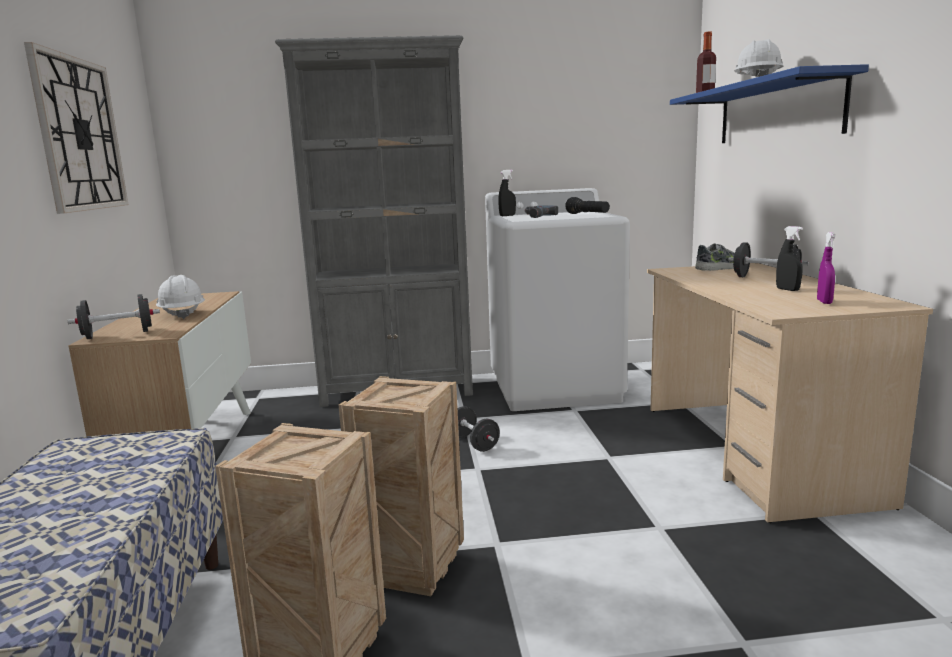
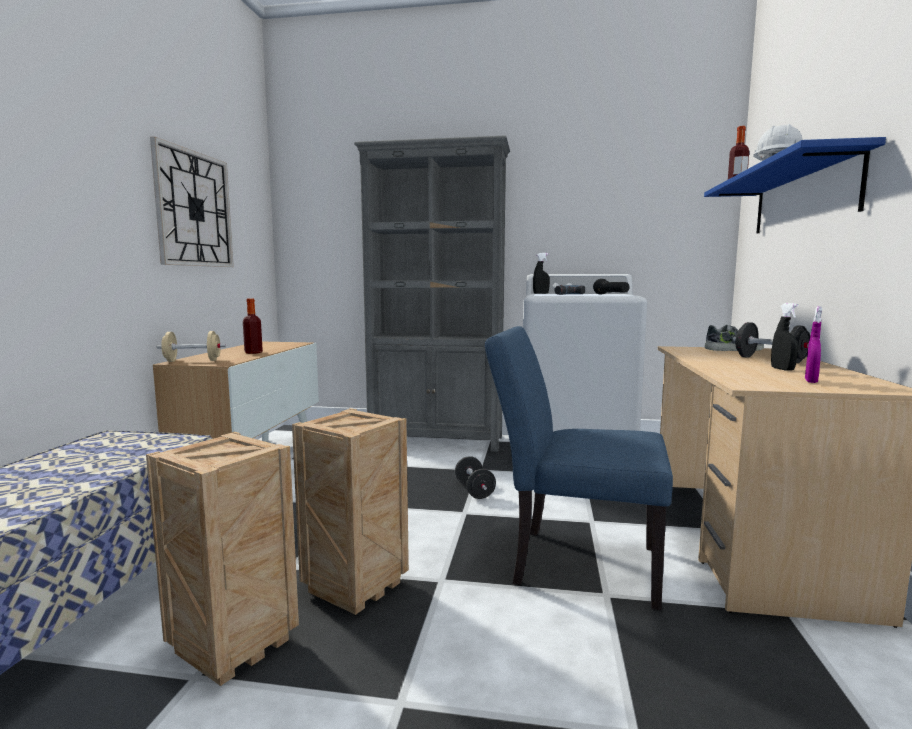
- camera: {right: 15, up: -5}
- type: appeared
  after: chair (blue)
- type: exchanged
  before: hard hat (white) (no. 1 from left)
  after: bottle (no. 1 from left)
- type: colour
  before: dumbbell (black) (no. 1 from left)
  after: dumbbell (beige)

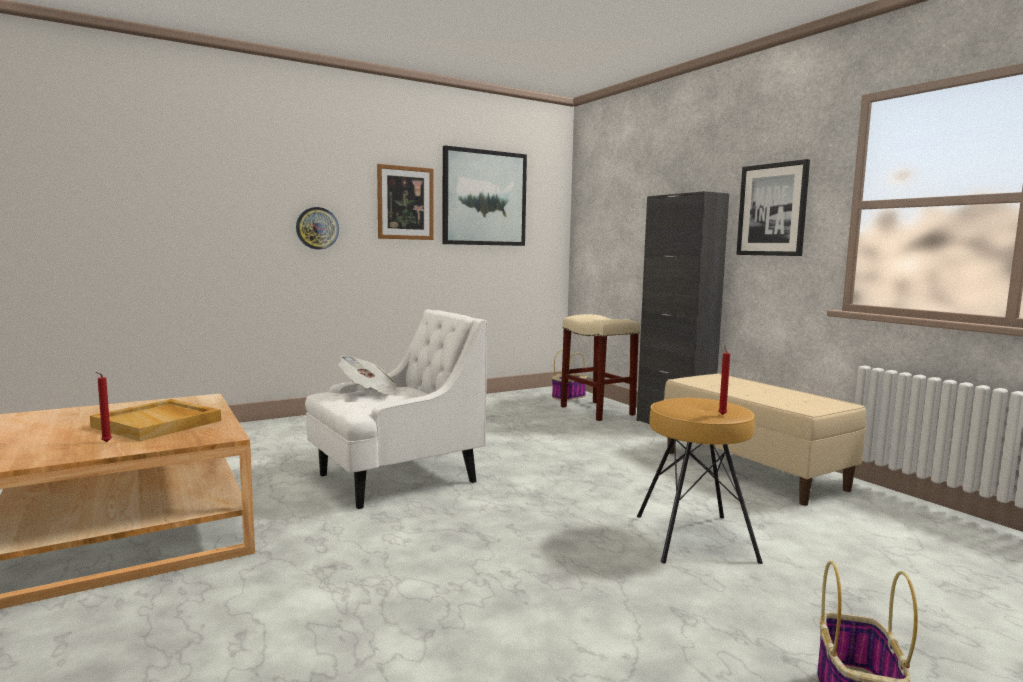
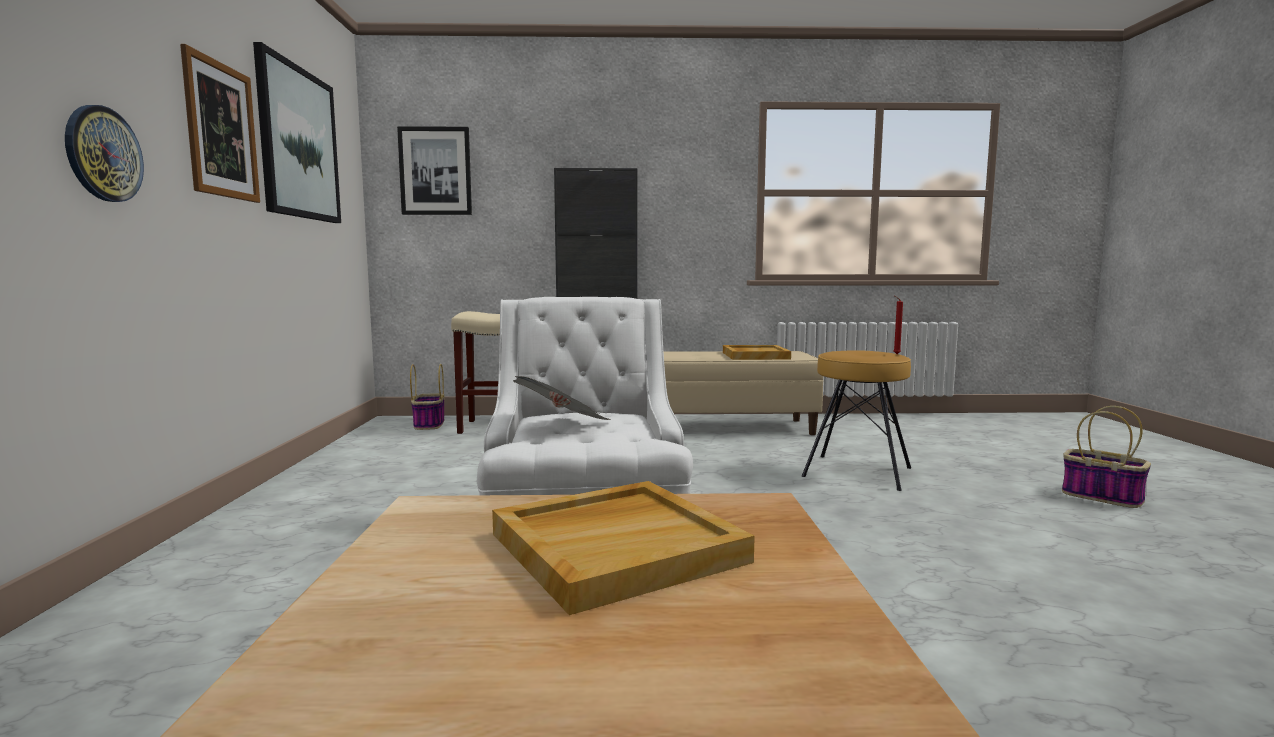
- camera: {right: -60, up: 0}
- type: missing
  before: candle (red) (no. 1 from left)
- type: appeared
  after: tray (beige) (no. 2 from left)
- type: relocated
  before: picture (no. 3 from left)

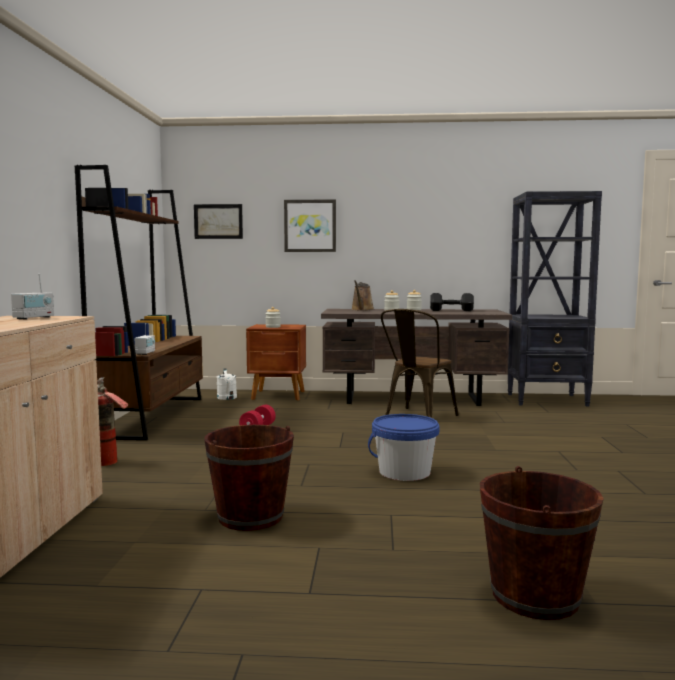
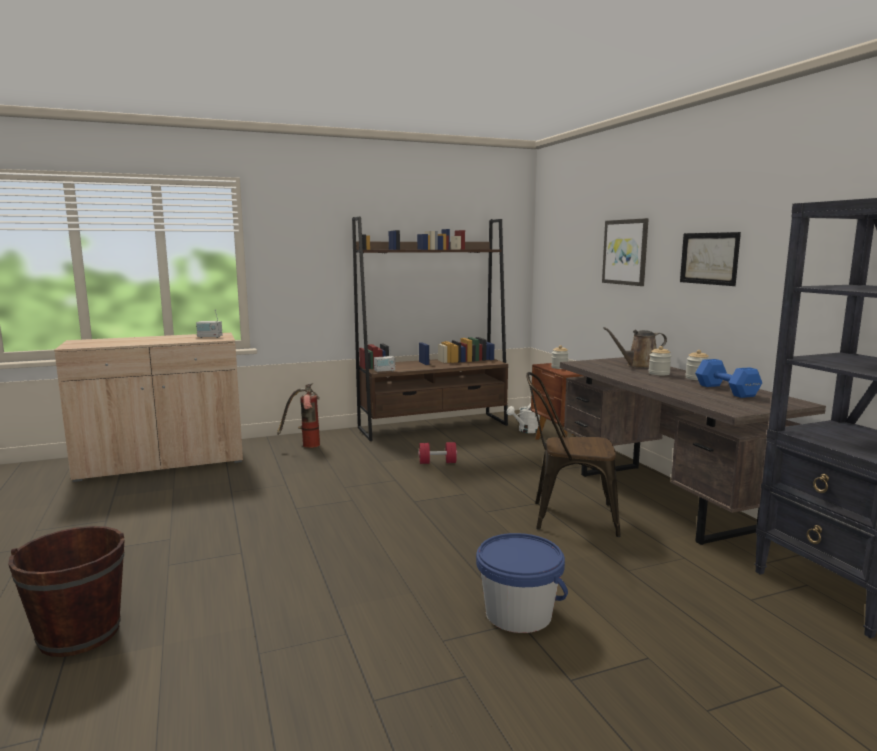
- camera: {right: 65, up: 5}
- type: missing
  before: bucket (brown) (no. 1 from left)
- type: relocated
  before: picture (no. 1 from left in the first image)
  after: picture (no. 2 from left)
- type: relocated
  before: bucket (blue)
- type: colour
  before: dumbbell (black)
  after: dumbbell (blue)

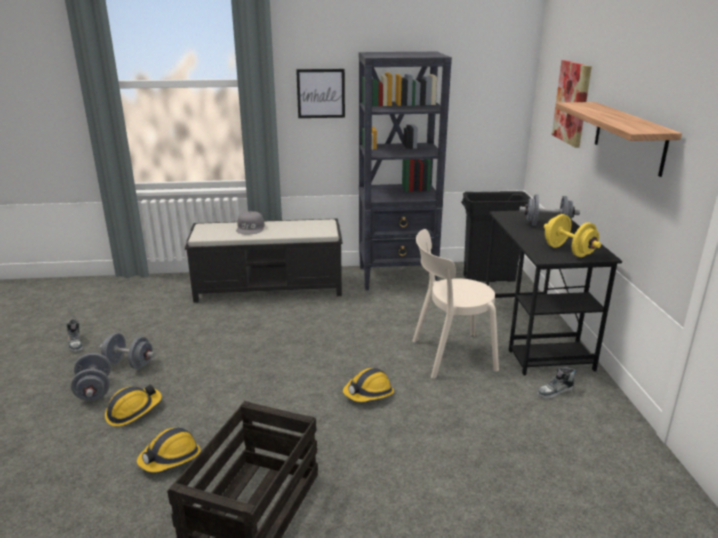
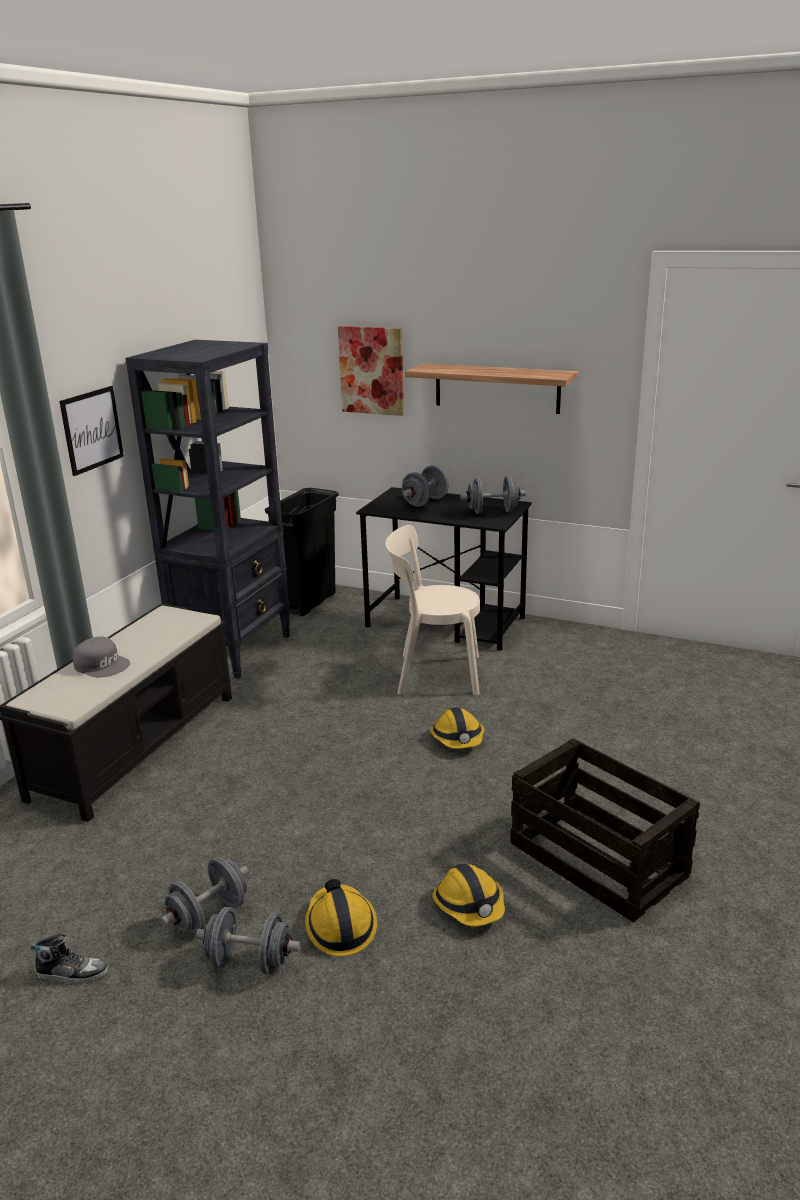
- camera: {right: -60, up: 0}
- type: missing
  before: shoe (no. 2 from left)
- type: colour
  before: dumbbell (yellow)
  after: dumbbell (grey) (no. 4 from left)
- type: spun
  before: chair (beige)
  turn: 75

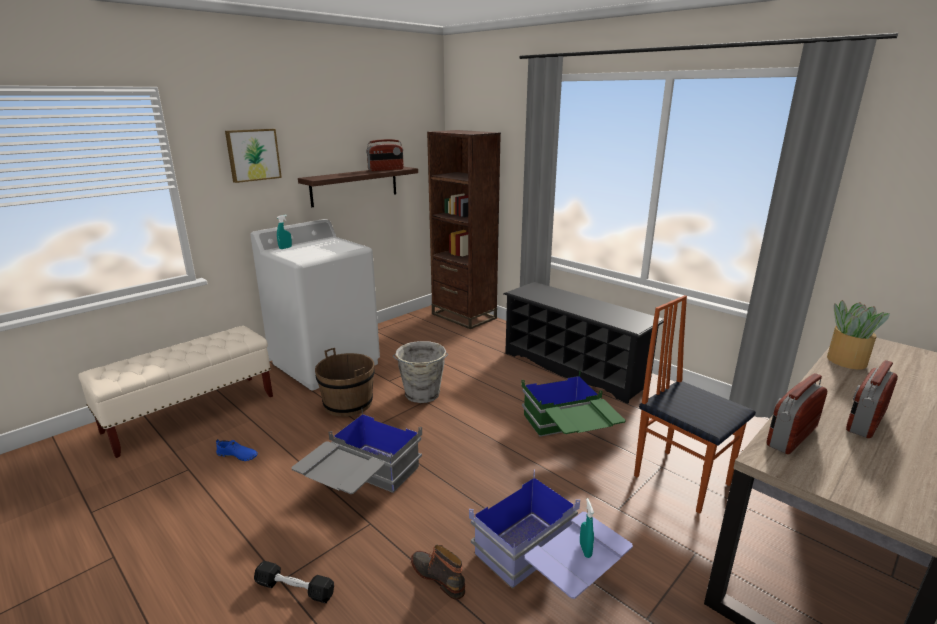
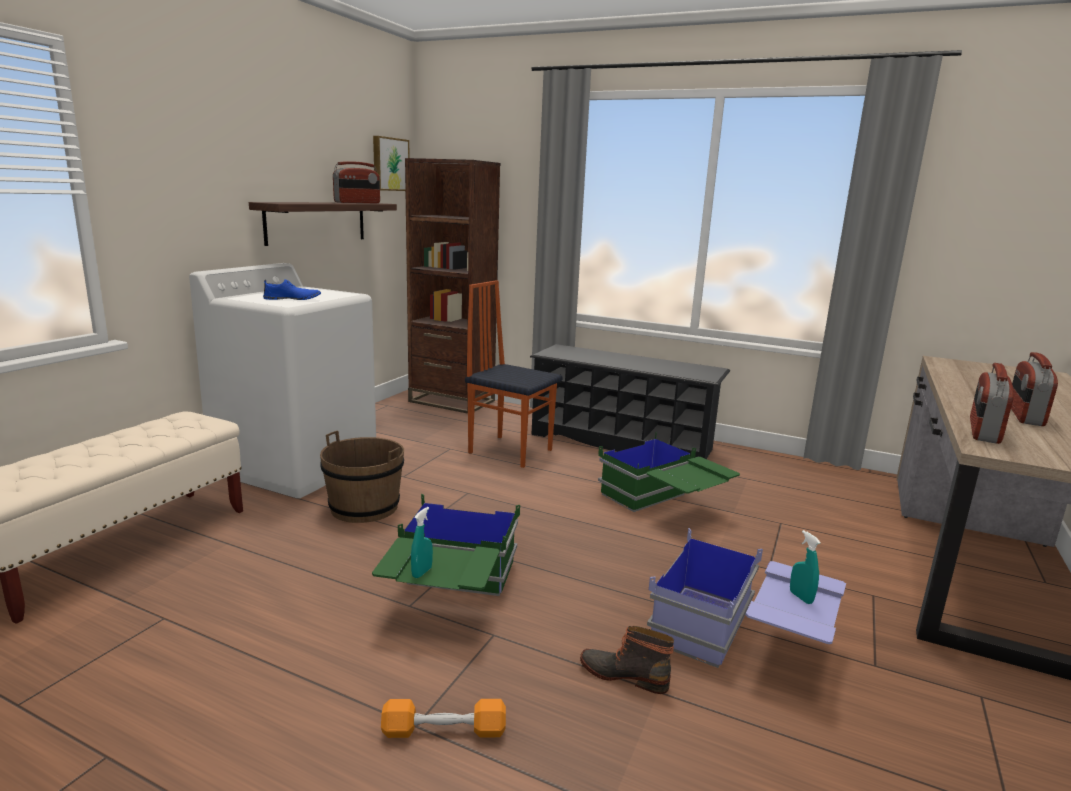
- camera: {right: -20, up: -5}
- type: missing
  before: bucket (grey)
- type: missing
  before: potted plant
- type: relocated
  before: shoe (blue)
- type: relocated
  before: picture
- type: relocated
  before: spray bottle (turquoise) (no. 1 from left)
- type: relocated
  before: chair
- type: colour
  before: dumbbell (black)
  after: dumbbell (orange)
- type: colour
  before: storage box (grey)
  after: storage box (green) (no. 1 from left)

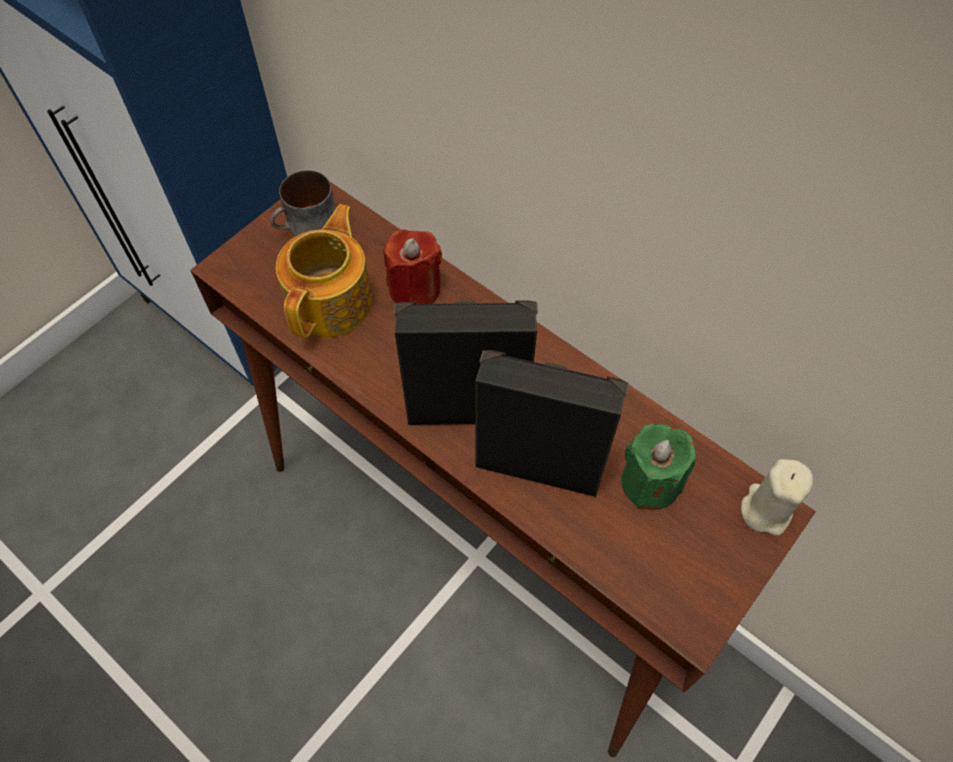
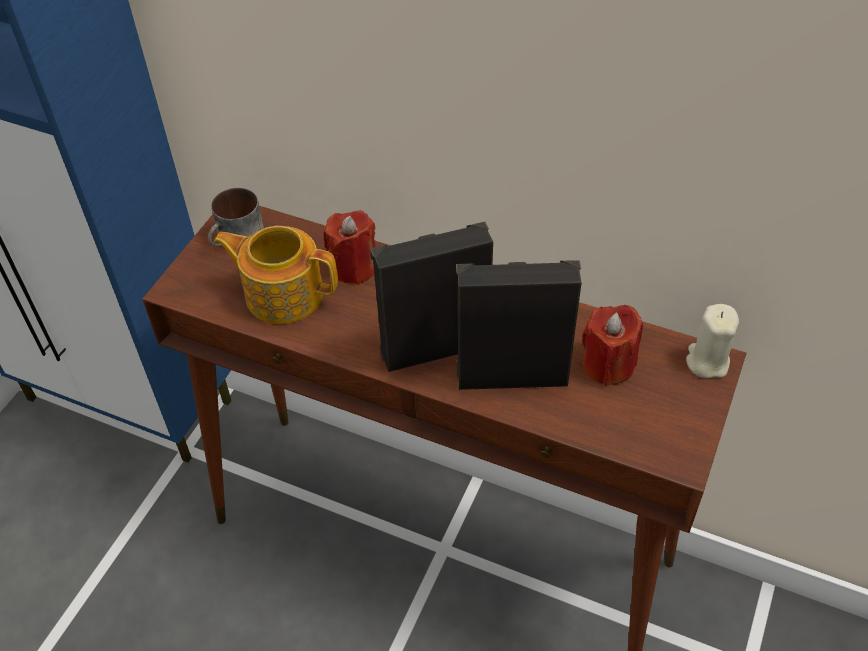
- camera: {right: -15, up: -10}
- type: colour
  before: candle (green)
  after: candle (red) (no. 2 from left)
- type: spun
  before: teapot
  turn: -75

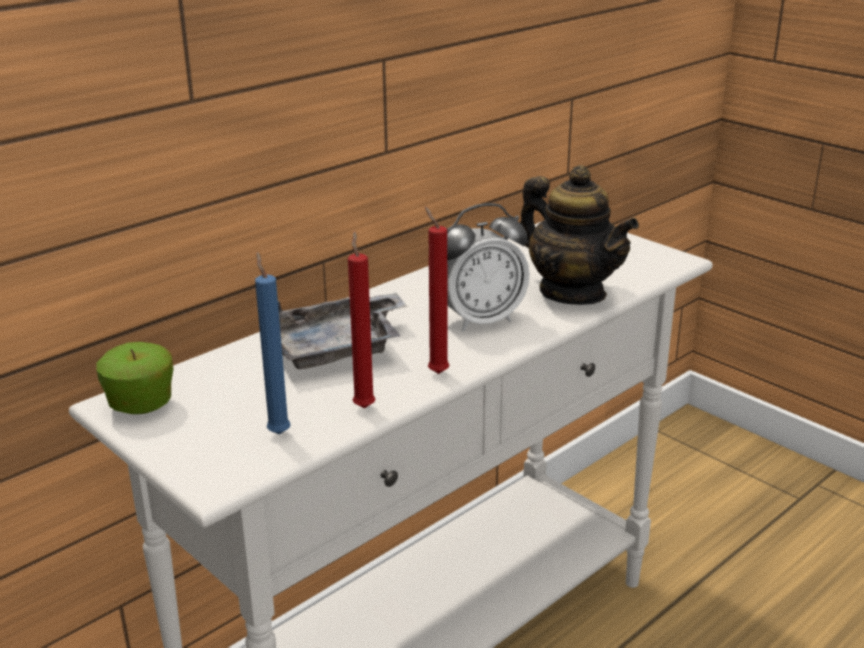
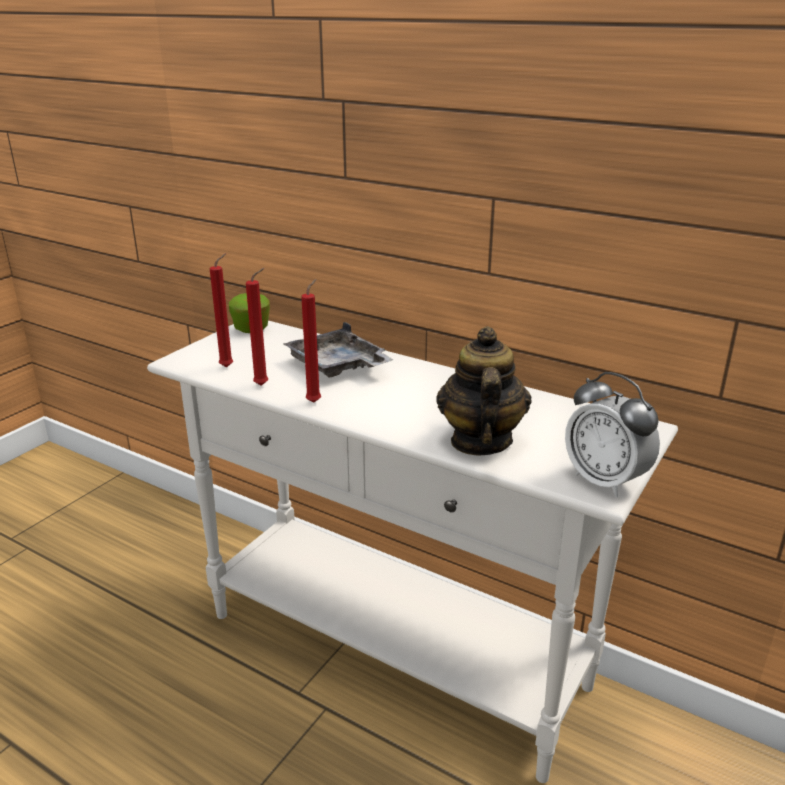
- camera: {right: 75, up: 0}
- type: relocated
  before: alarm clock
- type: colour
  before: candle (blue)
  after: candle (red) (no. 1 from left)
- type: spun
  before: teapot
  turn: 150

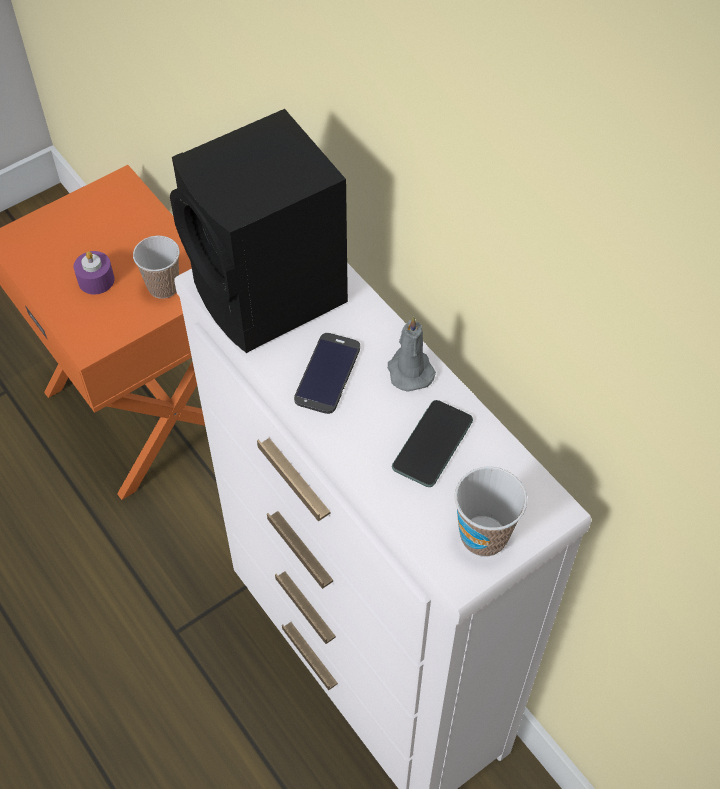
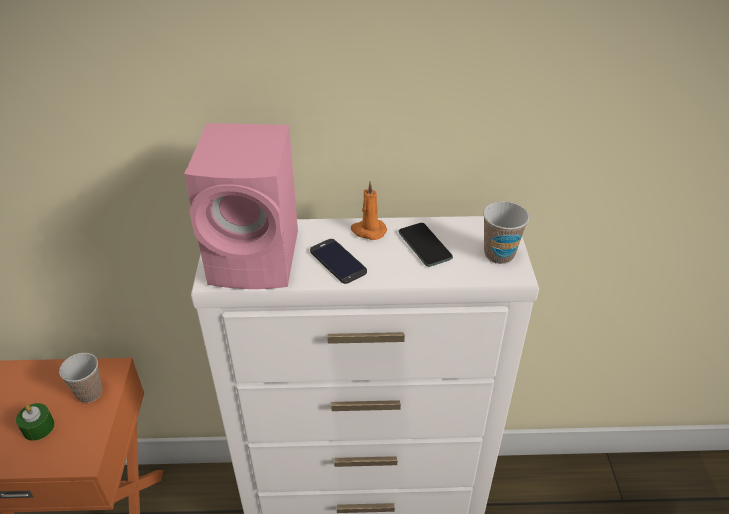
- camera: {right: -55, up: -15}
- type: colour
  before: candle (purple)
  after: candle (green)
- type: colour
  before: speaker (black)
  after: speaker (pink)
- type: colour
  before: candle (grey)
  after: candle (orange)

